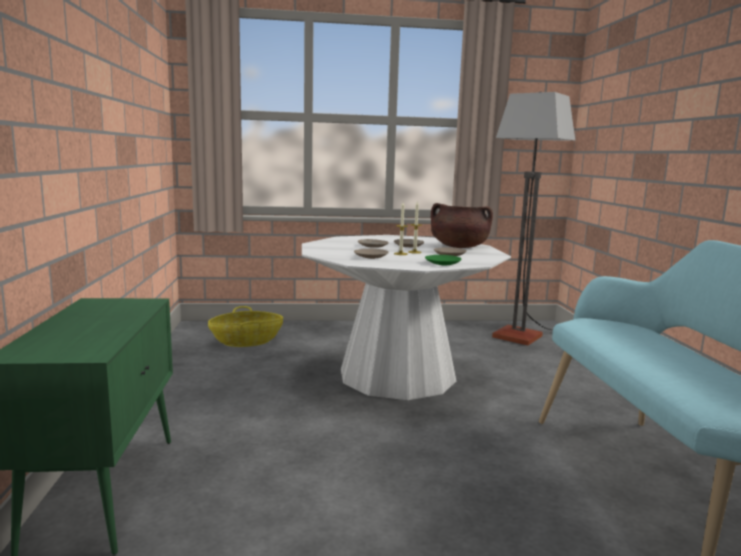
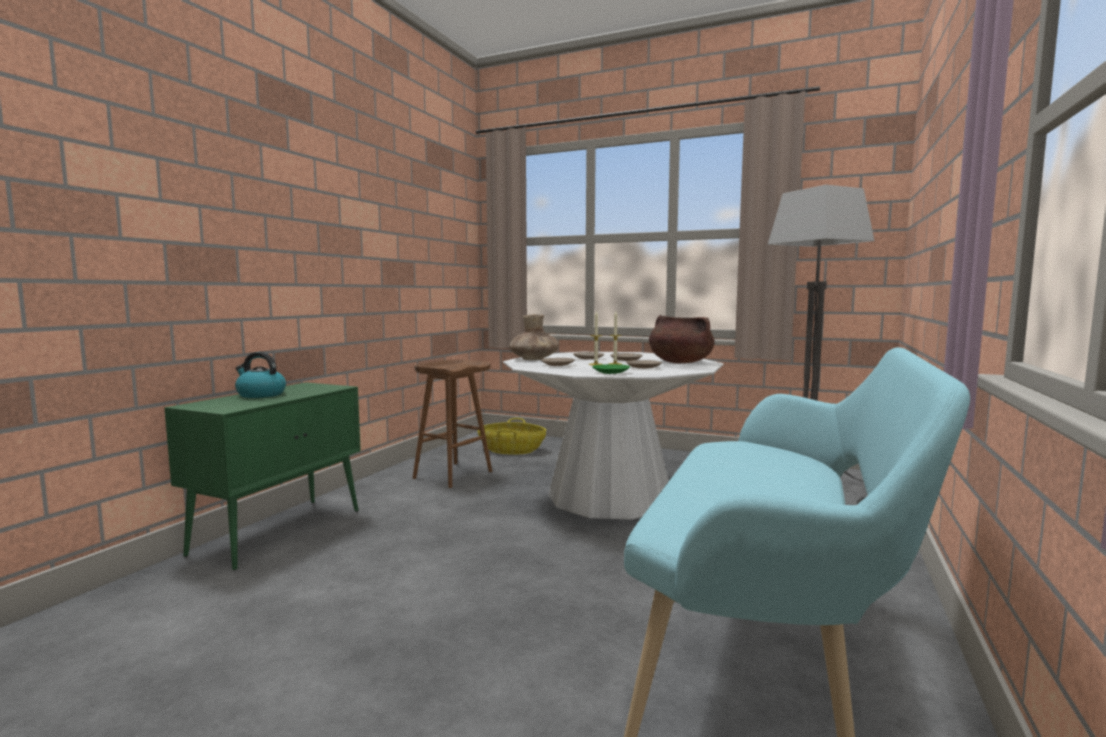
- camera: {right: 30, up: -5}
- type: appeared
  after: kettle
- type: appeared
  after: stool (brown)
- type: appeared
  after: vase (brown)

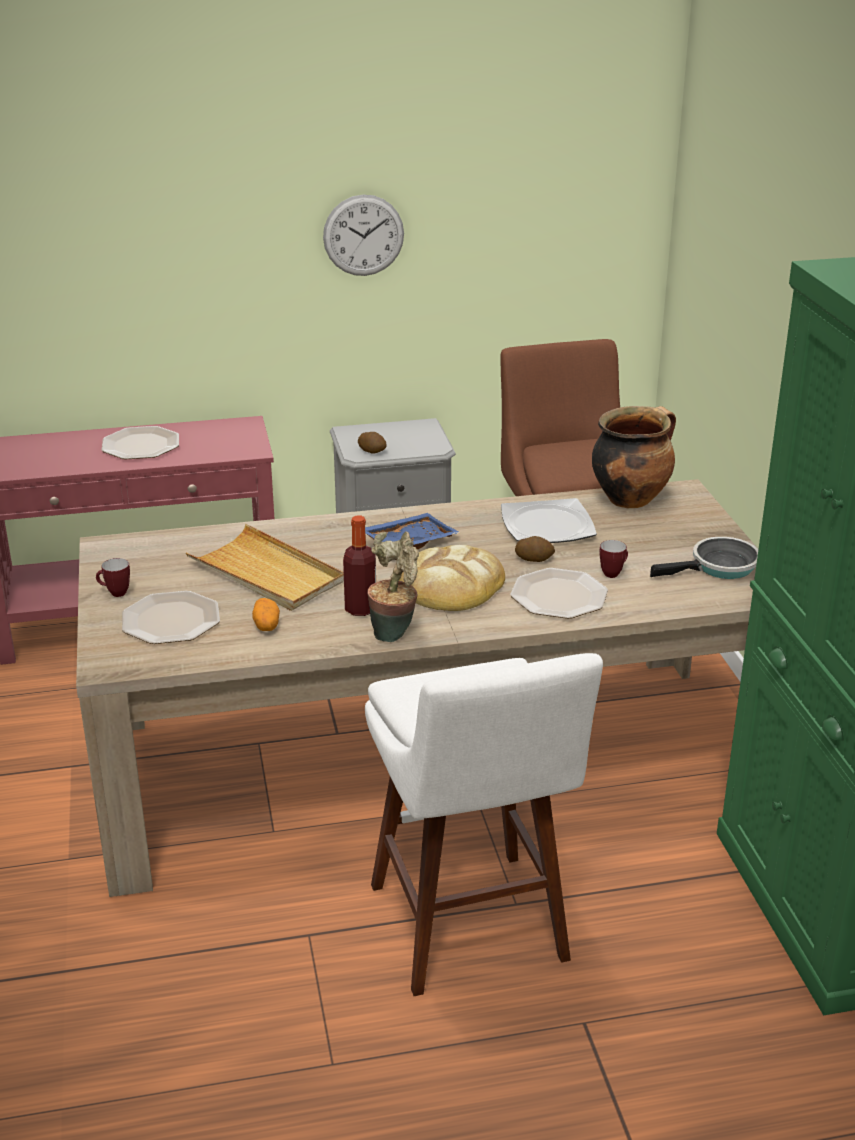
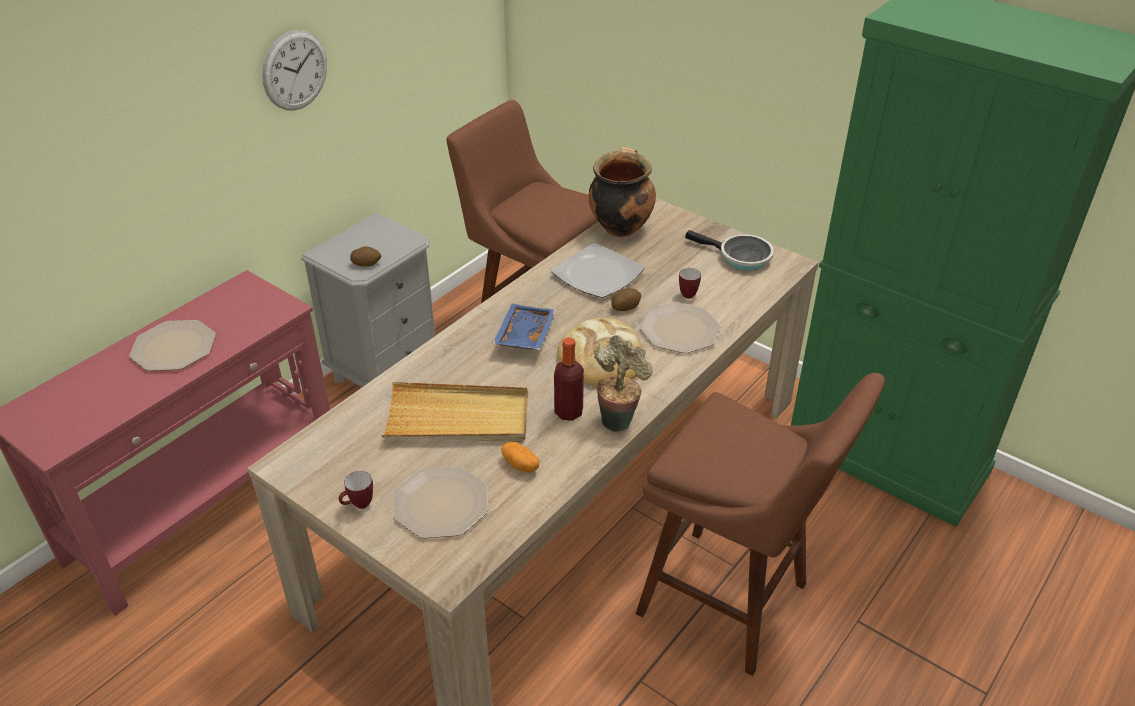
- camera: {right: -40, up: 10}
- type: colour
  before: stool (white)
  after: stool (brown) (no. 2 from left)
- type: spun
  before: frying pan
  turn: 90

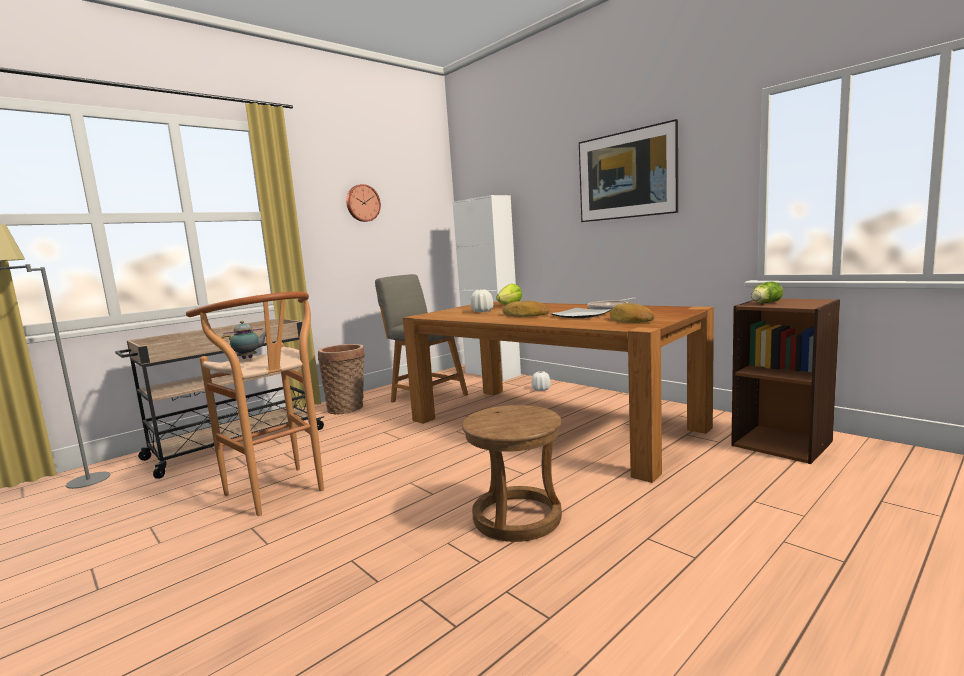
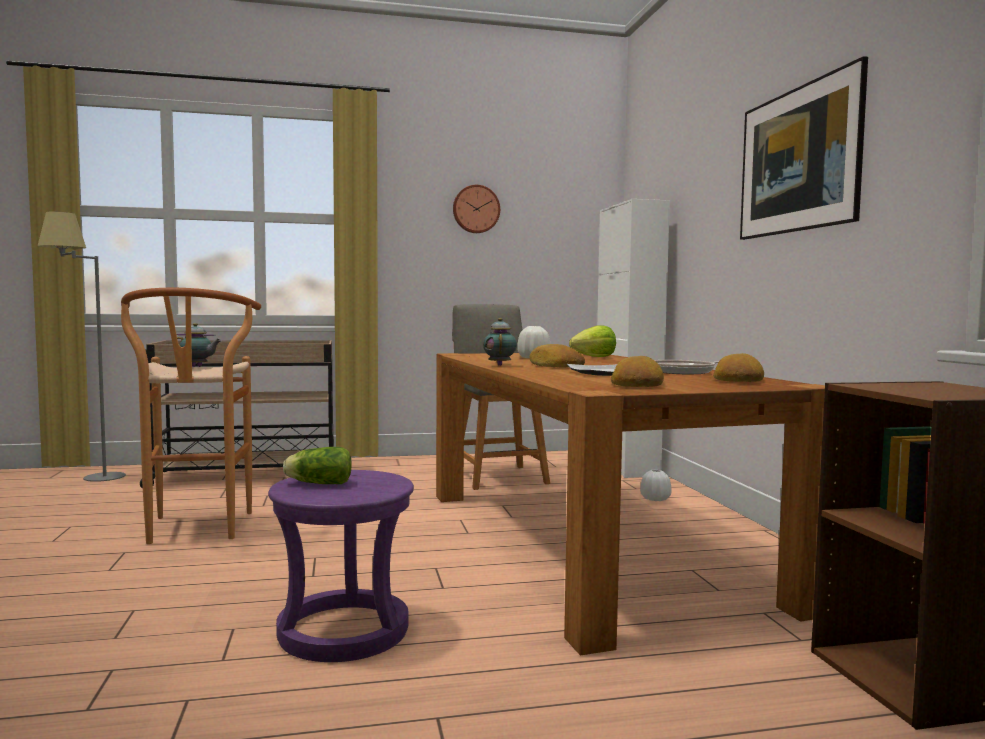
- camera: {right: 30, up: -5}
- type: missing
  before: basket
- type: appeared
  after: teapot (no. 2 from left)
- type: appeared
  after: bread (no. 3 from left)
- type: relocated
  before: lettuce (no. 2 from left in the first image)
  after: lettuce (no. 1 from left)
- type: colour
  before: stool (brown) (no. 2 from left)
  after: stool (purple)

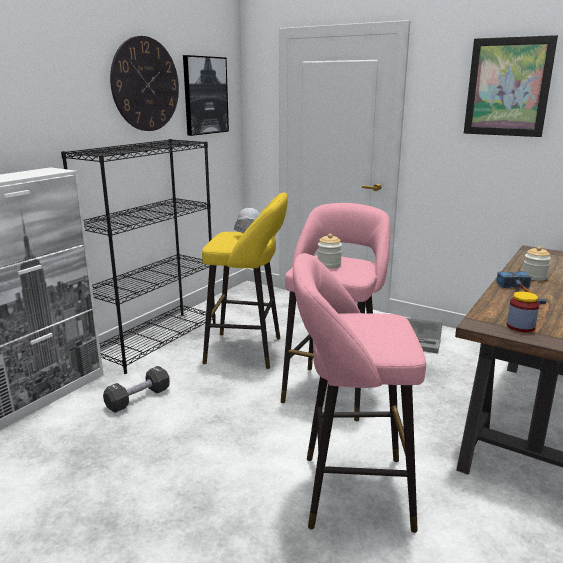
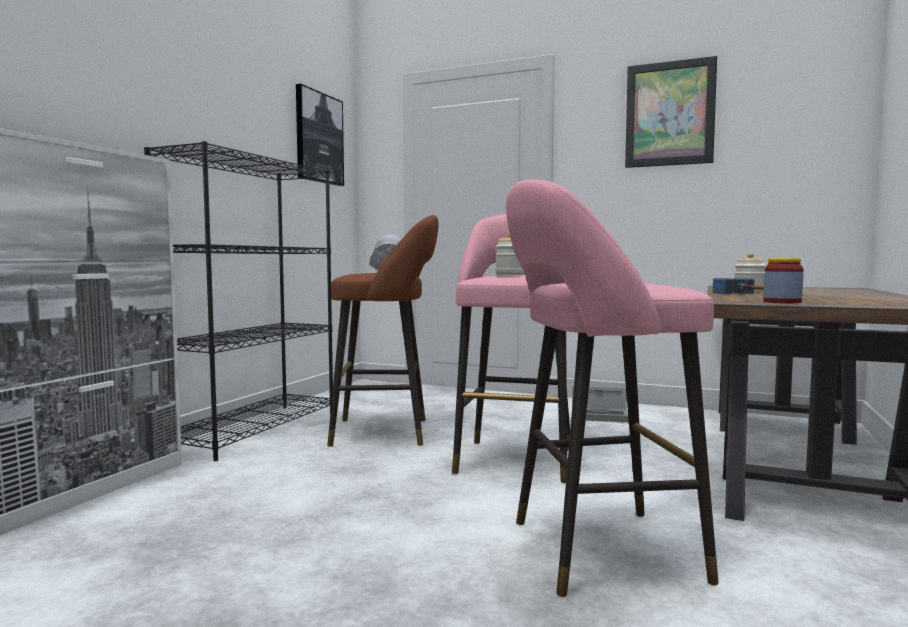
- camera: {right: -10, up: -15}
- type: missing
  before: dumbbell (black)
- type: missing
  before: wall clock
- type: colour
  before: stool (yellow)
  after: stool (brown)

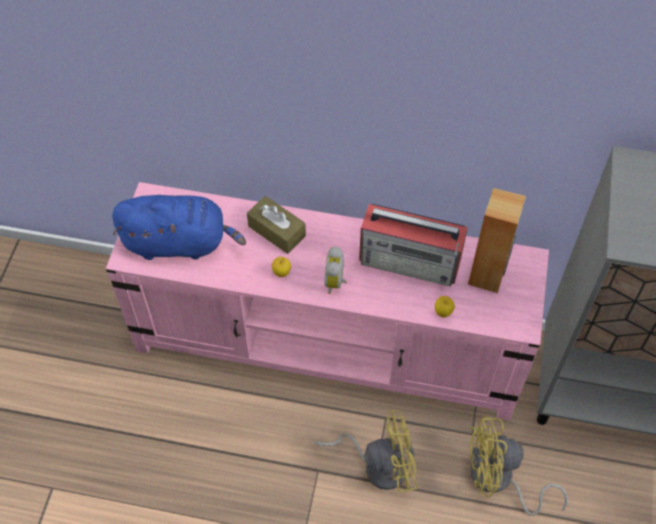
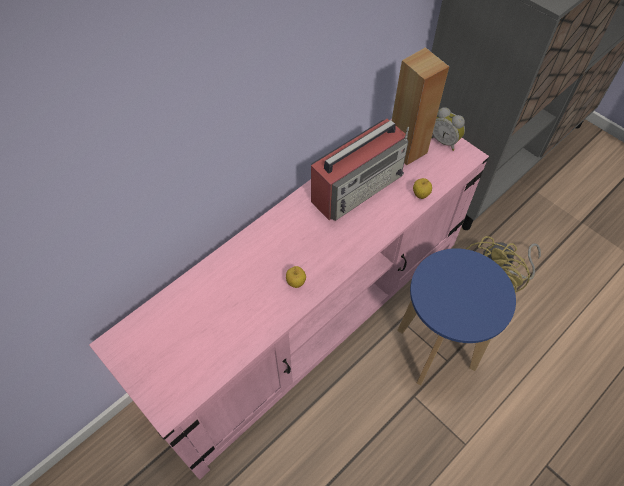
- camera: {right: -55, up: 0}
- type: missing
  before: plush toy (blue)
- type: missing
  before: tissue box (brown)
- type: relocated
  before: alarm clock
- type: exchanged
  before: fan (yellow) (no. 1 from left)
  after: stool (blue)

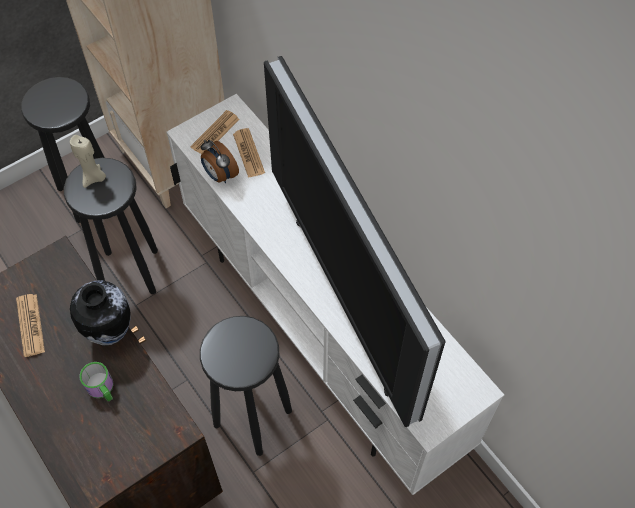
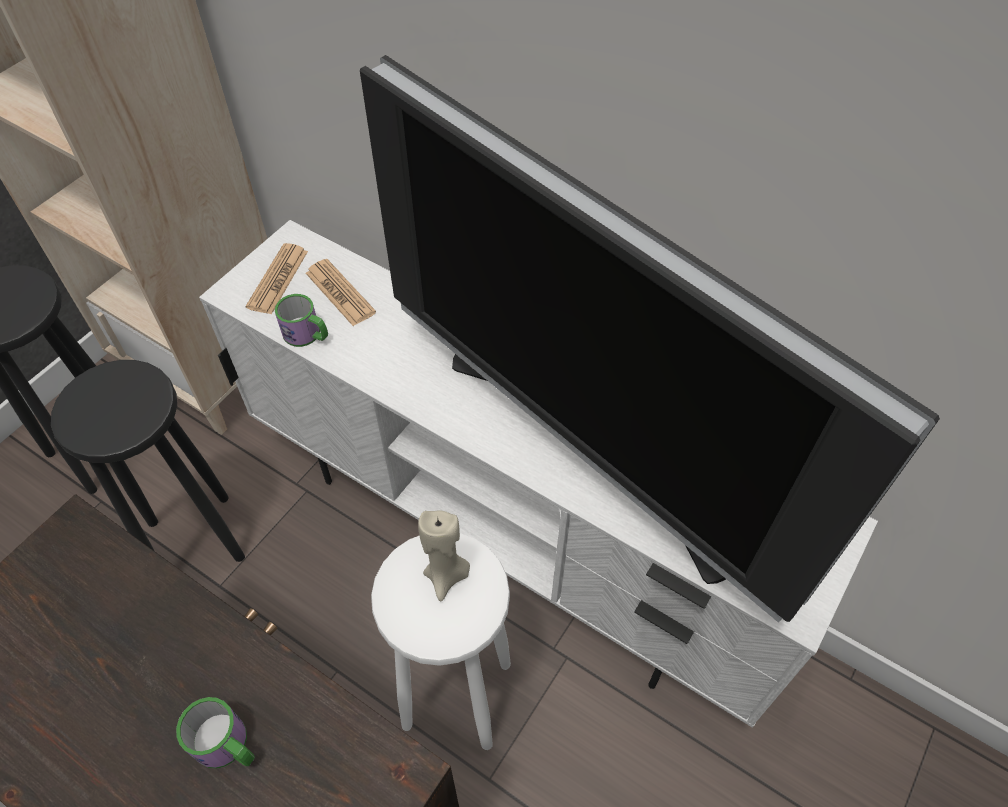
- camera: {right: -20, up: -5}
- type: missing
  before: newspaper (no. 1 from left)
- type: missing
  before: vase
- type: relocated
  before: candle (beige)
- type: exchanged
  before: alarm clock
  after: mug (no. 2 from left)
- type: colour
  before: stool (black) (no. 3 from left)
  after: stool (white)

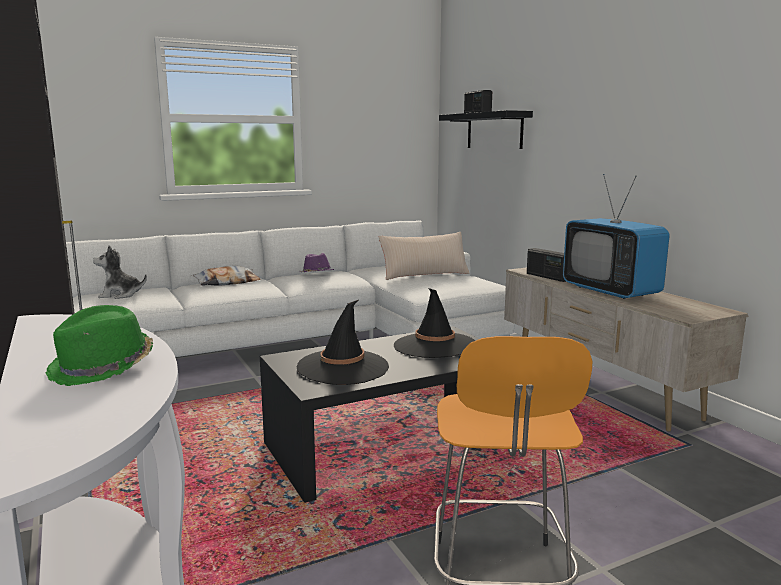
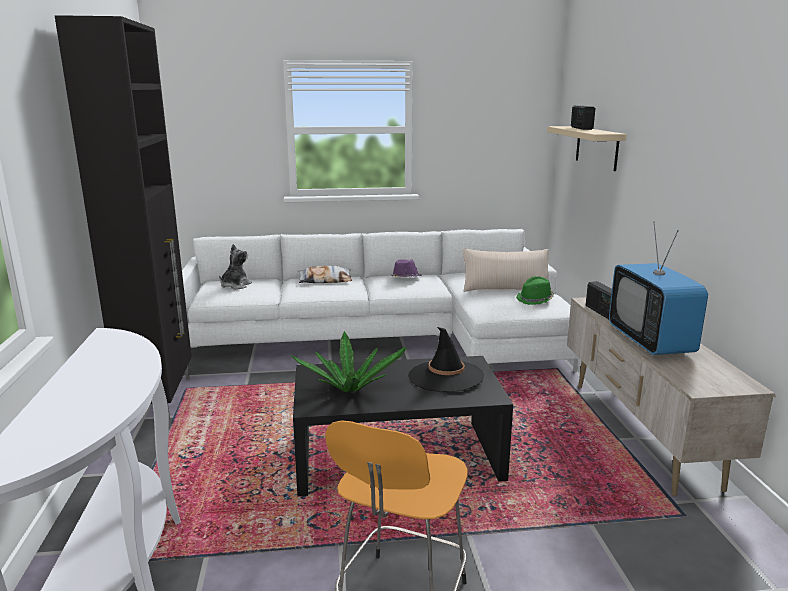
- camera: {right: 20, up: 5}
- type: relocated
  before: hat (green)
- type: exchanged
  before: hat (black) (no. 1 from left)
  after: potted plant
- type: colour
  before: shelf (black)
  after: shelf (beige)
- type: spun
  before: plush toy
  turn: 105

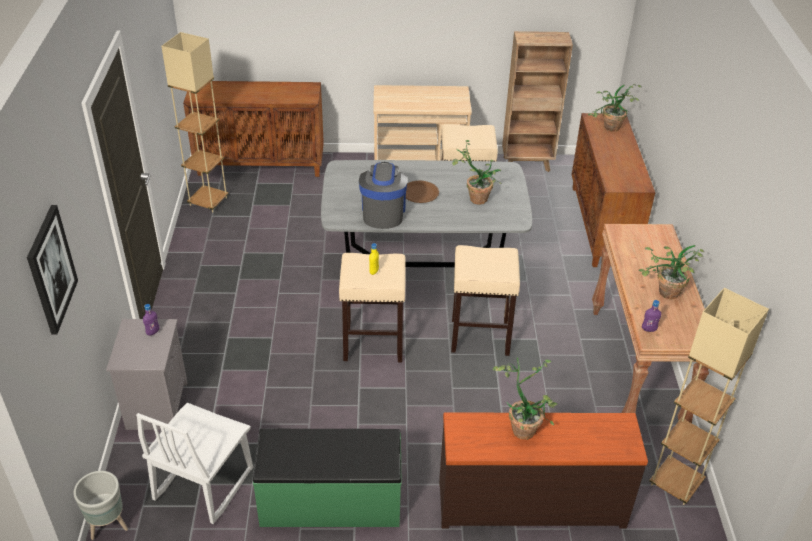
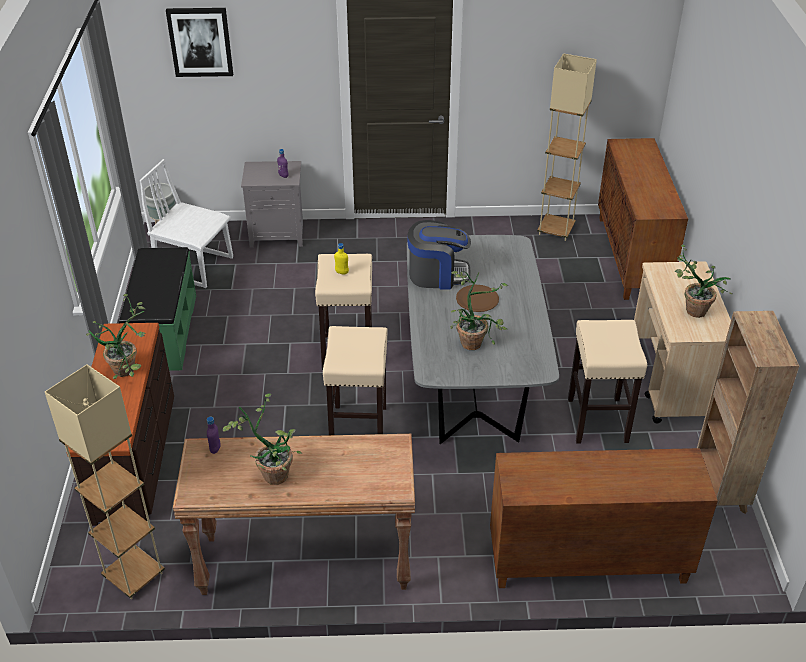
- camera: {right: 90, up: 0}
- type: relocated
  before: potted plant (no. 3 from left in the first image)
  after: potted plant (no. 4 from left)

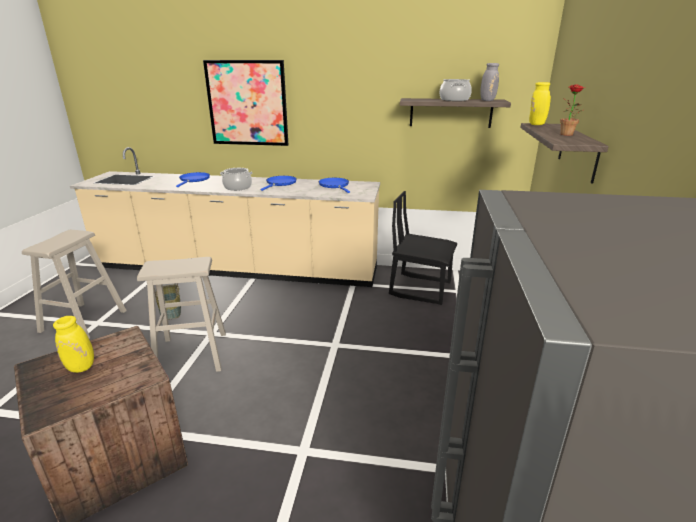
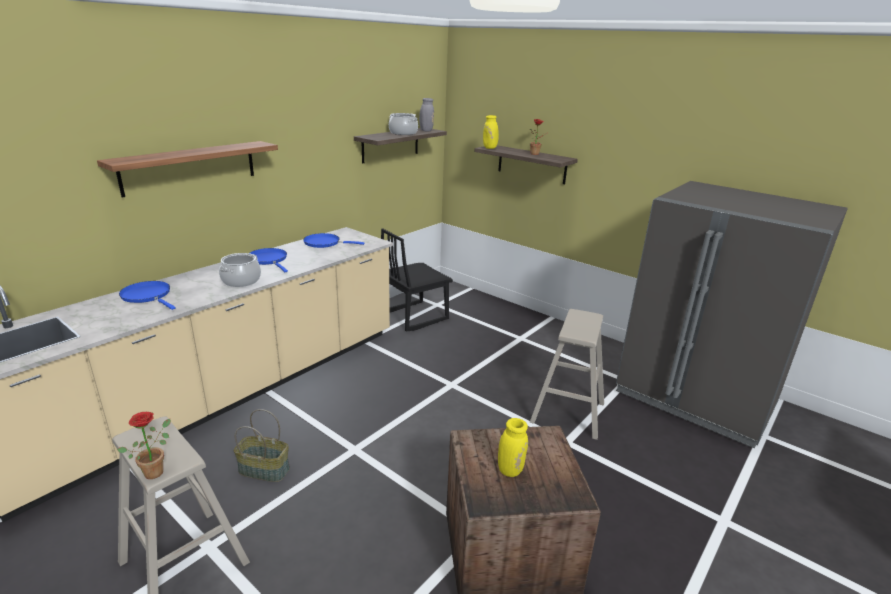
- camera: {right: -60, up: 0}
- type: appeared
  after: potted plant (no. 1 from left)
- type: relocated
  before: stool (beige) (no. 2 from left)
- type: exchanged
  before: picture
  after: shelf (no. 1 from left)

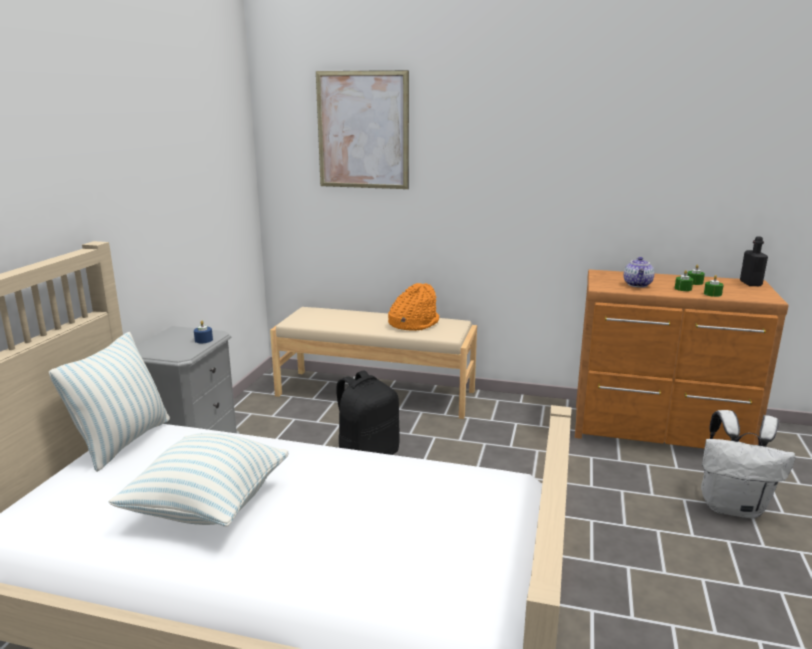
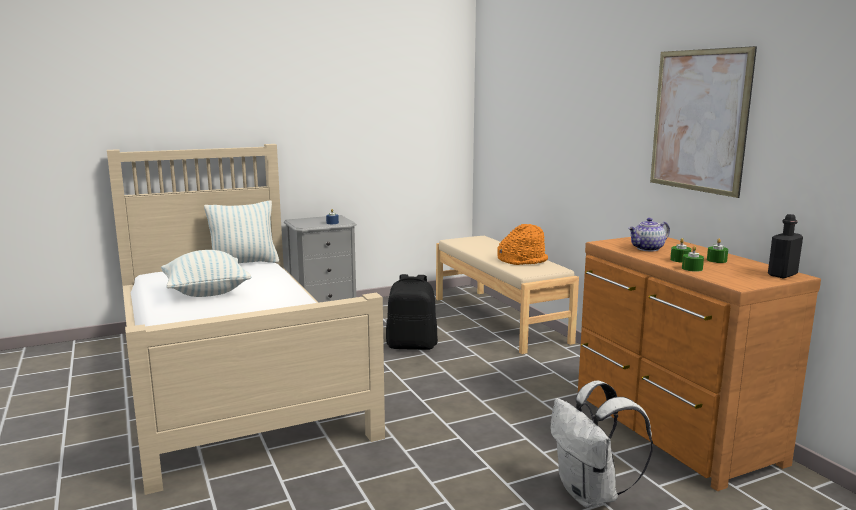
- camera: {right: 50, up: -5}
- type: relocated
  before: picture

